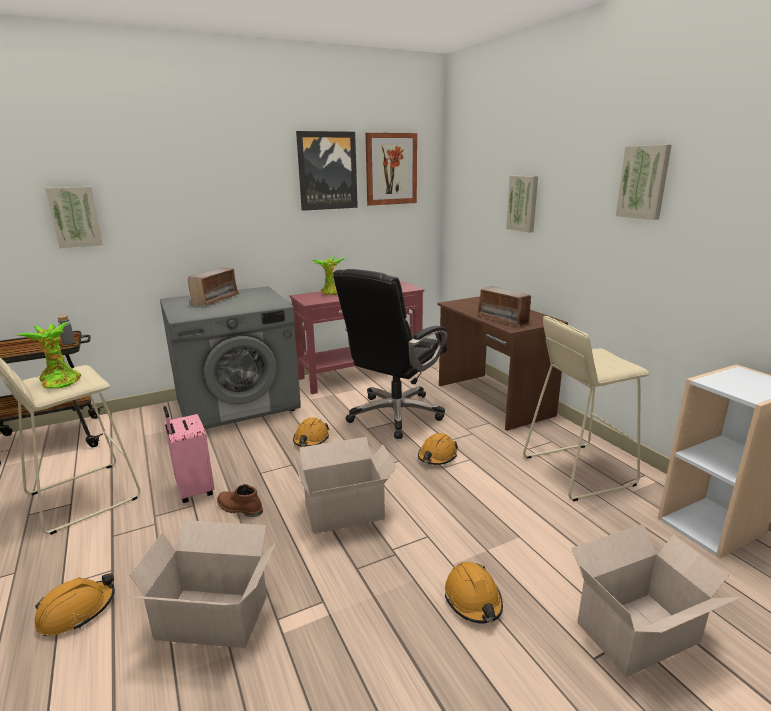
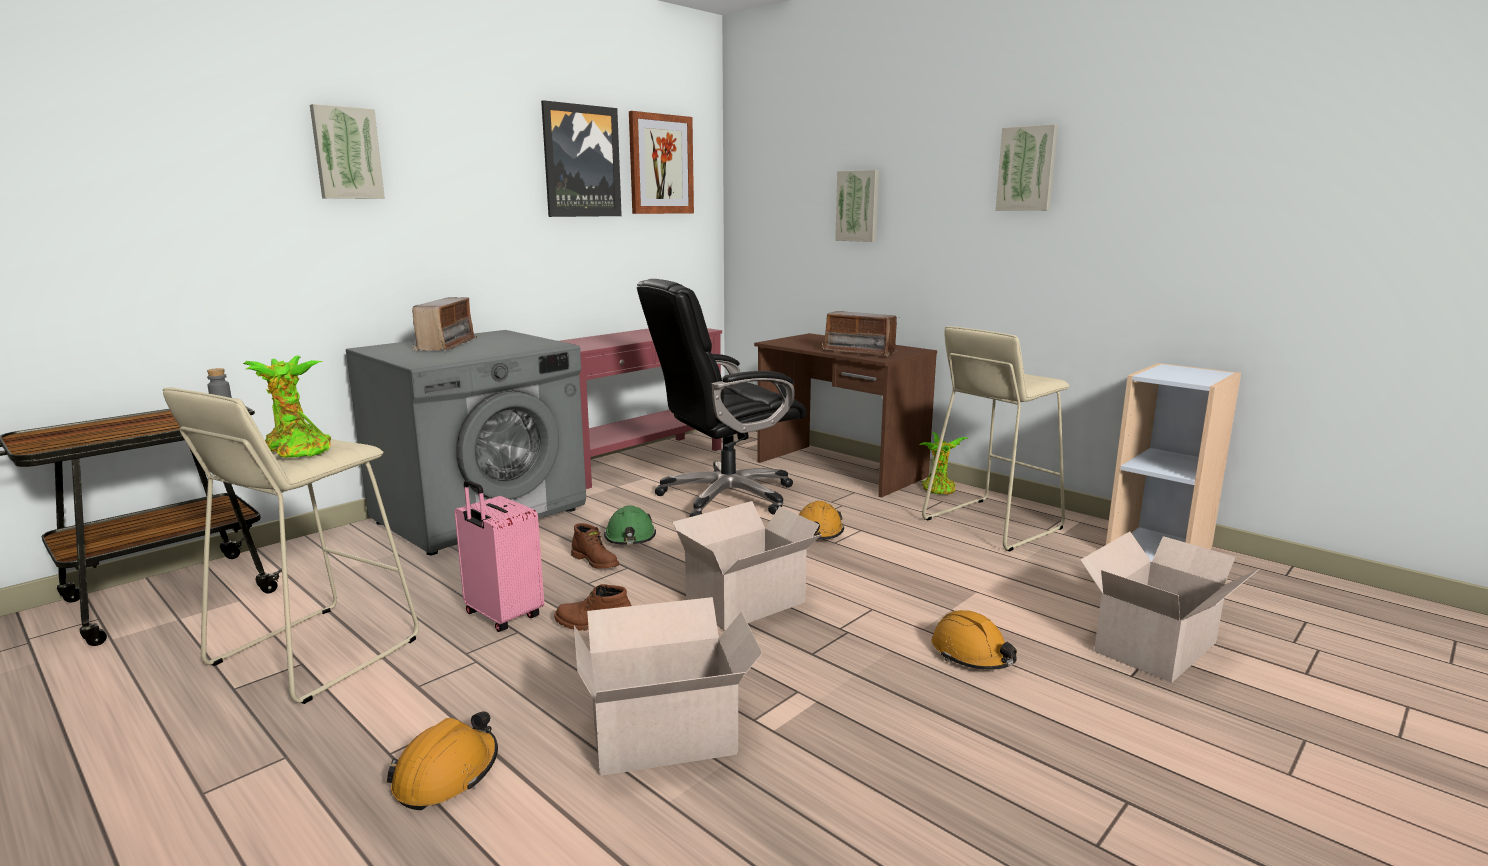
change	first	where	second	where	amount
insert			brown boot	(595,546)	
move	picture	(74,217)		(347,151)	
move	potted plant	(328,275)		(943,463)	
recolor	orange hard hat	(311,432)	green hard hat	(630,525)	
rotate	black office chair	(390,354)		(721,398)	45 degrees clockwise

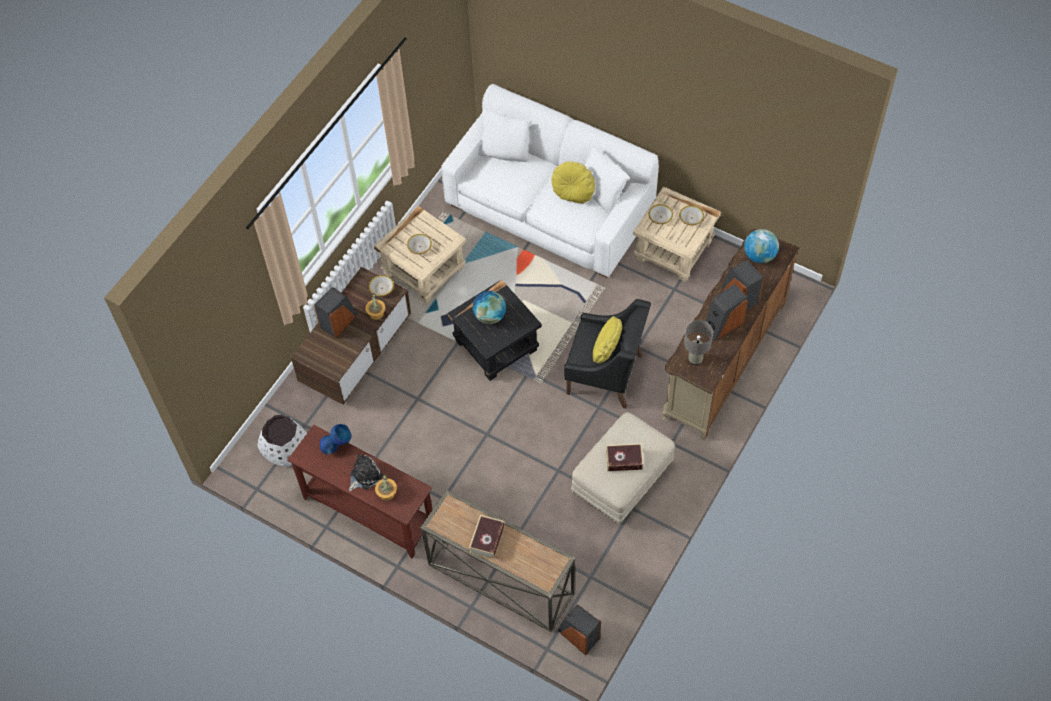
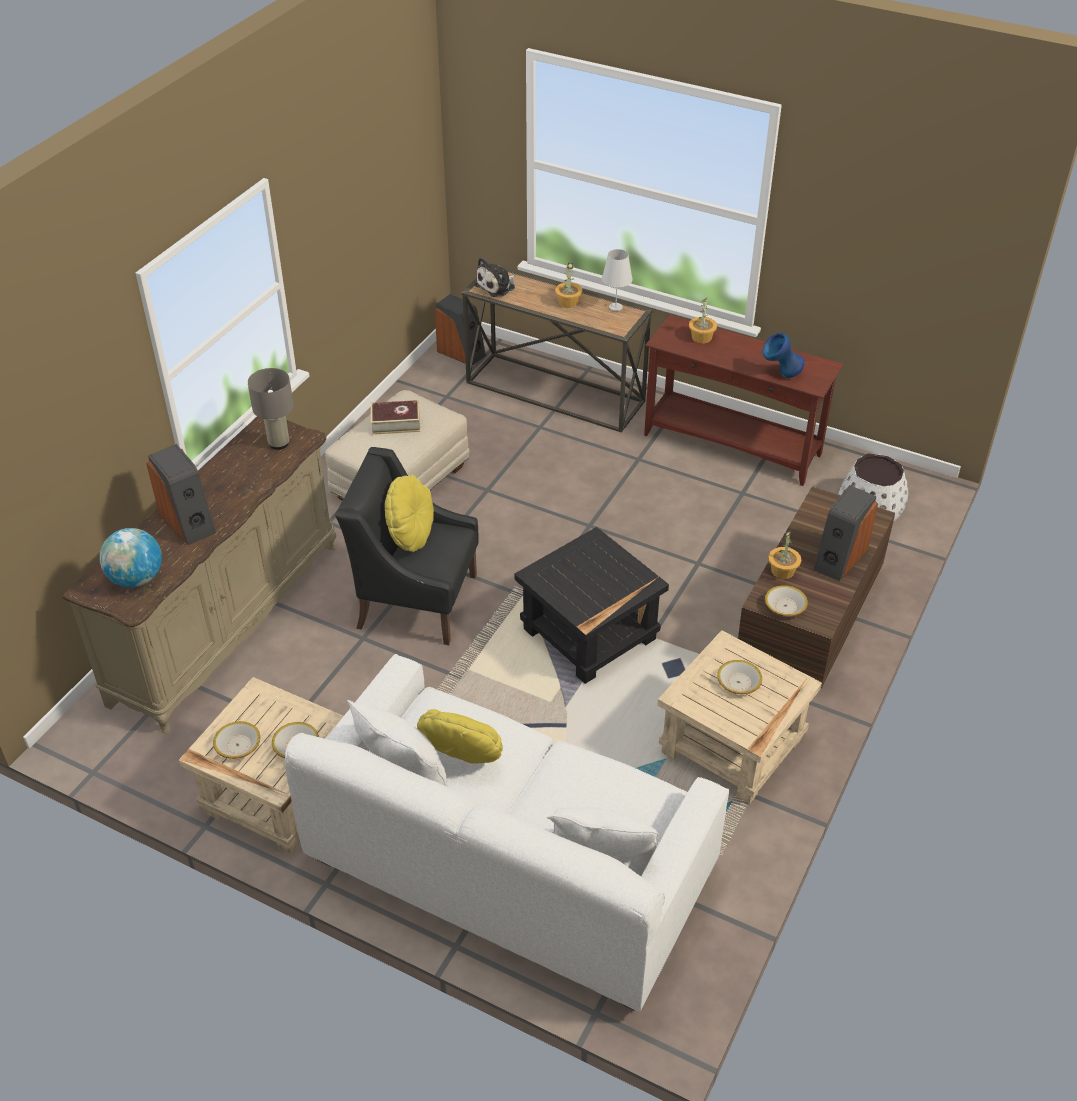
change	first	where	second	where	amount
delete	globe	(489,307)			
delete	speaker	(726,312)			
insert			white table lamp	(617,280)	
move	plush toy	(366,472)		(494,277)	
replace	book	(487,537)	potted plant	(568,285)	

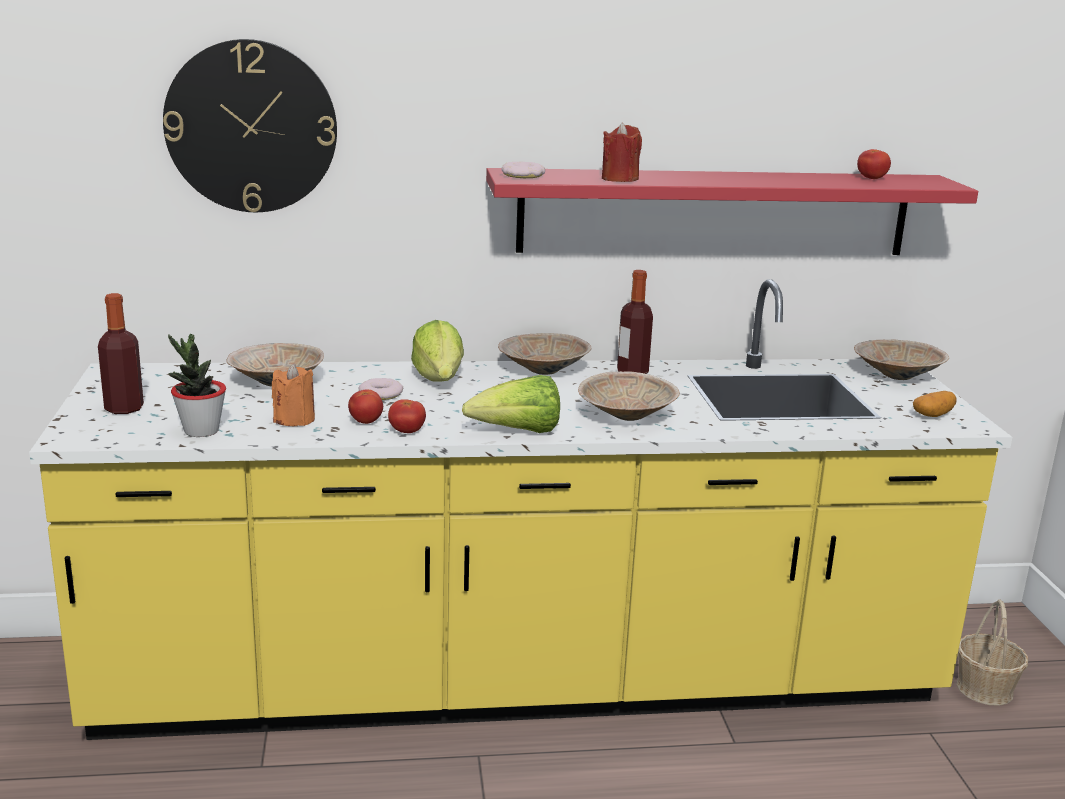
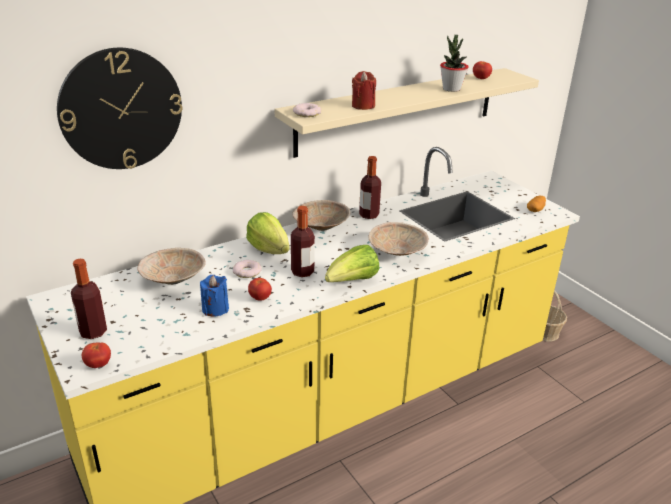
change	first	where	second	where	amount
delete	beige bowl	(901,360)			
insert			bottle	(303,241)	
move	potted plant	(197,385)		(454,63)	
move	tomato	(407,416)		(96,355)	
recolor	orange candle	(293,394)	blue candle	(214,295)	
recolor	red shelf	(732,211)	beige shelf	(407,113)	

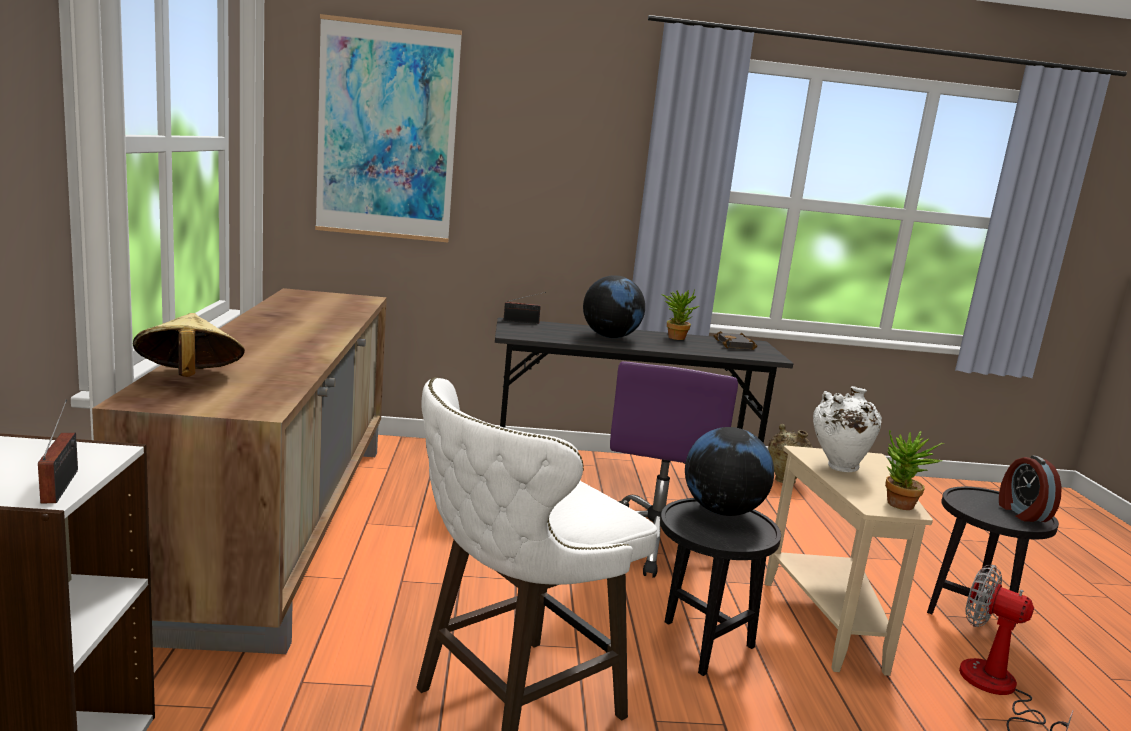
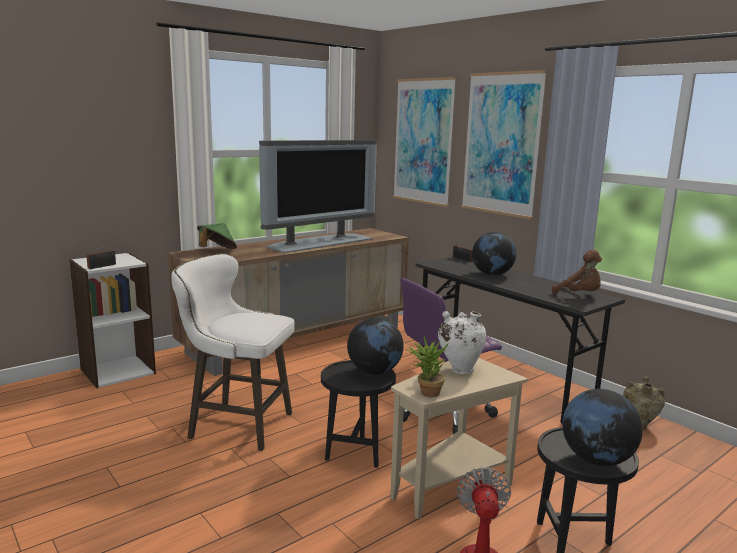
change	first	where	second	where	amount
delete	potted plant	(680,315)			
insert			television	(318,196)	
insert			picture	(504,145)	
replace	black book	(735,340)	brown plush toy	(577,272)	
replace	alarm clock	(1030,488)	globe	(602,427)	
recolor	beige hat	(189,345)	green hat	(217,236)	

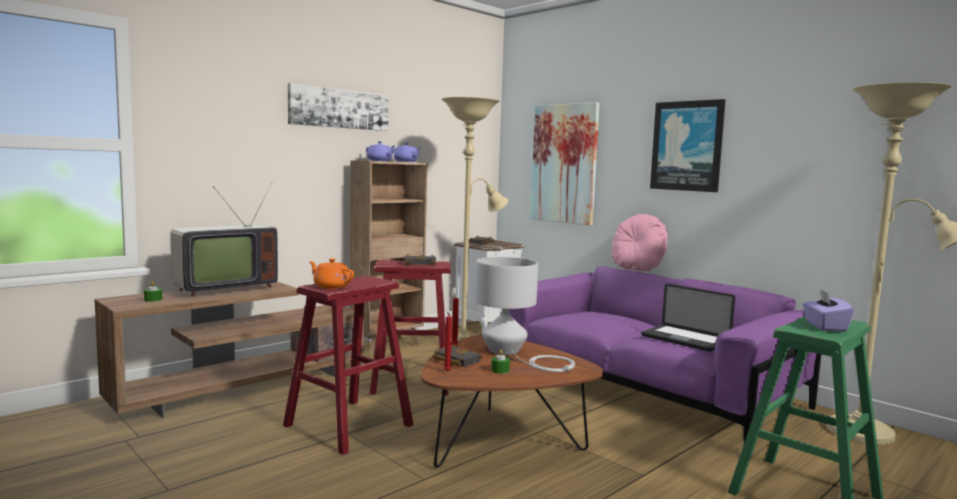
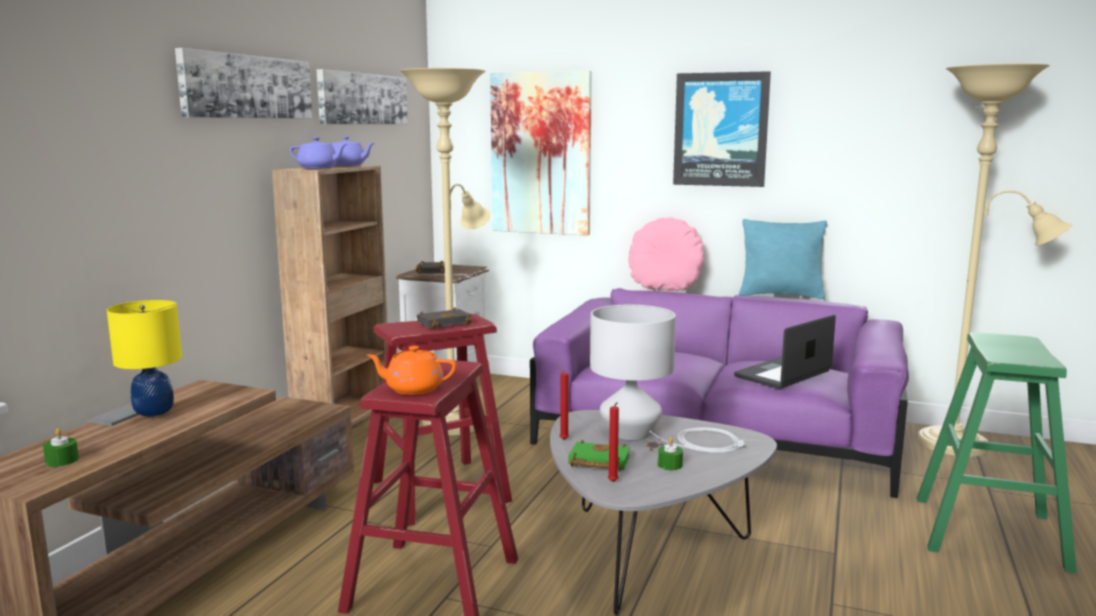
change	first	where	second	where	amount
delete	purple tissue box	(828,310)			
insert			picture	(362,96)	
insert			turquoise pillow	(783,259)	
replace	television	(224,239)	yellow table lamp	(144,358)	
recolor	brown coffee table	(512,401)	grey coffee table	(663,512)	
recolor	black book	(457,356)	green book	(599,455)	
rotate	laptop	(688,318)		(785,352)	120 degrees clockwise

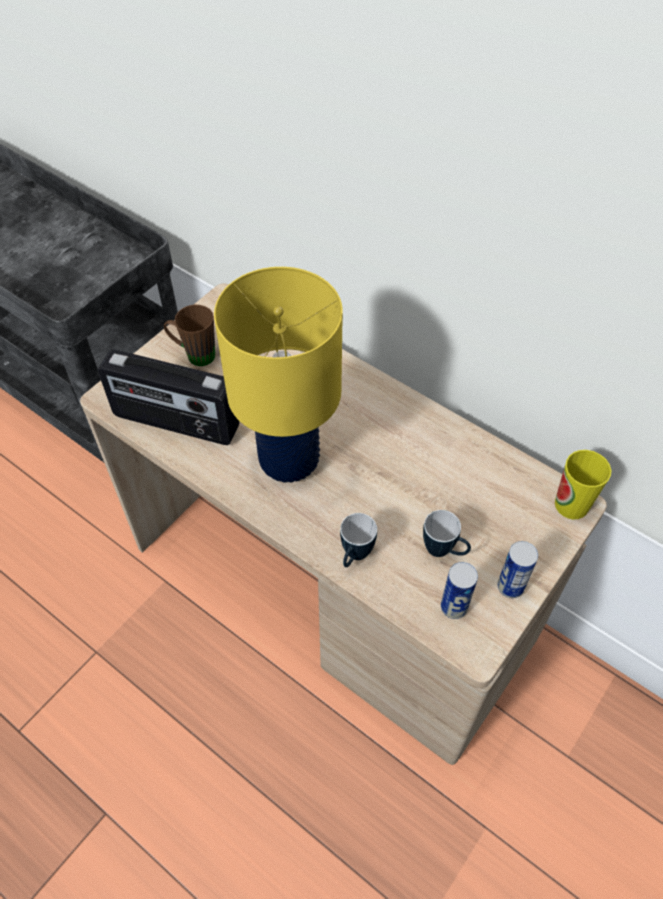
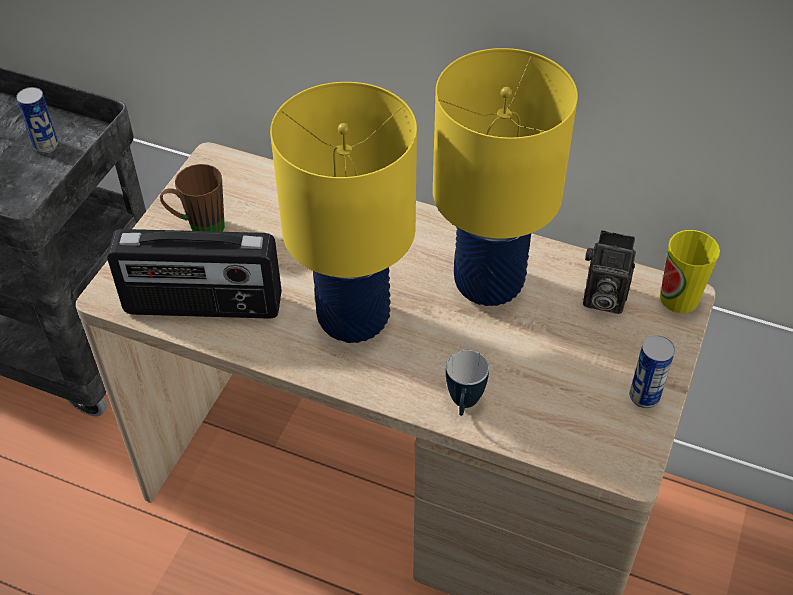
change	first	where	second	where	amount
delete	mug	(447,533)			
insert			yellow table lamp	(505,177)	
insert			photo camera	(609,272)	
move	can	(459,590)		(37,120)	

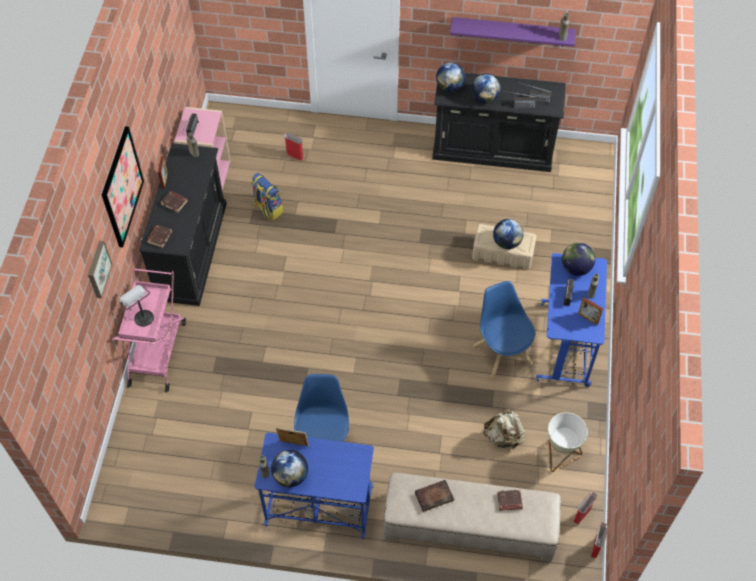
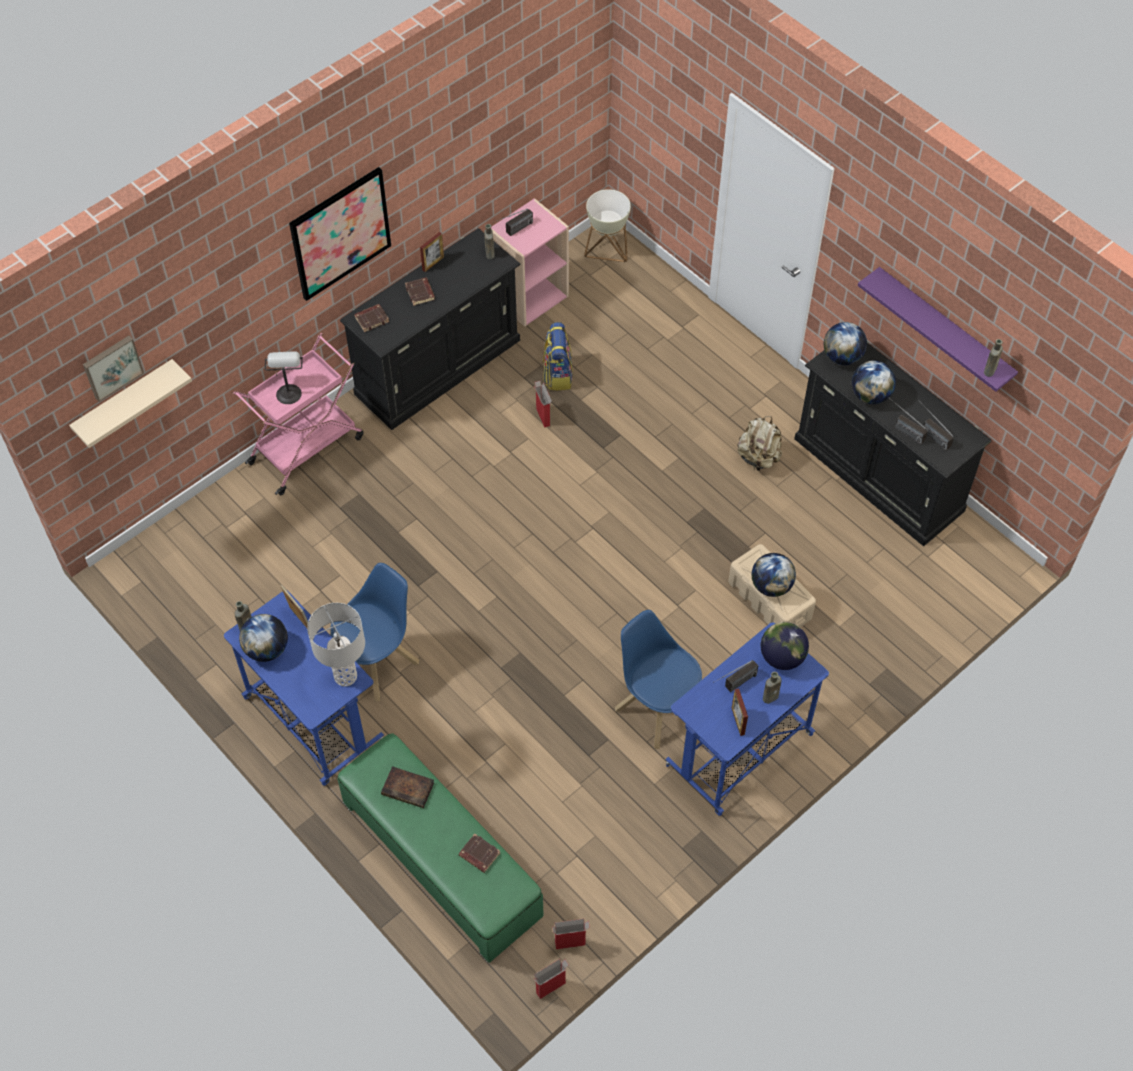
change	first	where	second	where	amount
insert			beige shelf	(130,403)	
insert			white table lamp	(336,644)	
move	picture	(100,269)		(113,369)	
move	cardboard box	(293,147)		(542,404)	
move	beige backpack	(504,429)		(759,443)	
move	planter	(568,442)		(607,225)	
recolor	beige bench	(472,517)	green bench	(440,848)	
rotate	blue chair	(503,331)		(658,679)	60 degrees counterclockwise

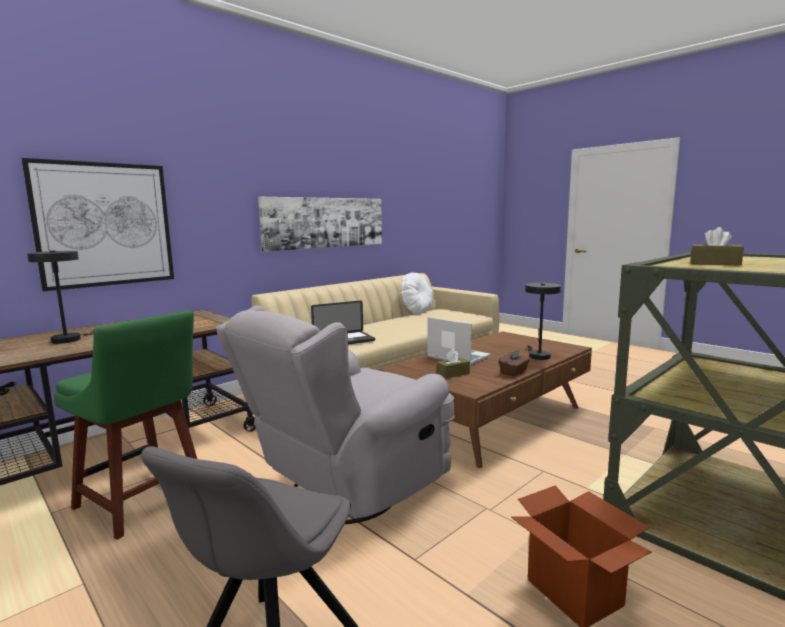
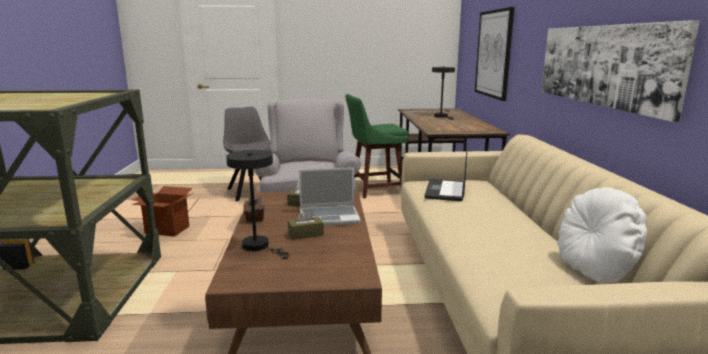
change	first	where	second	where	amount
move	brown tissue box	(717,246)		(306,224)	

